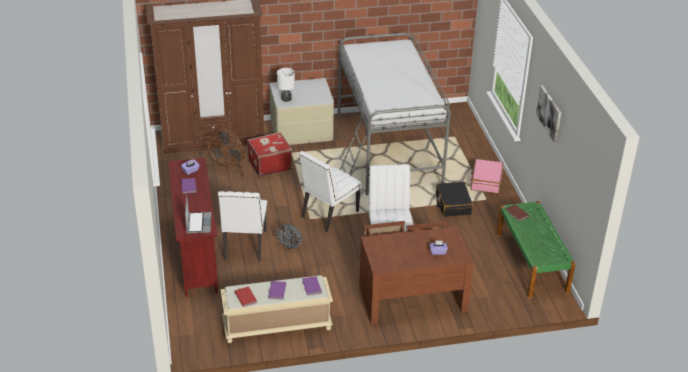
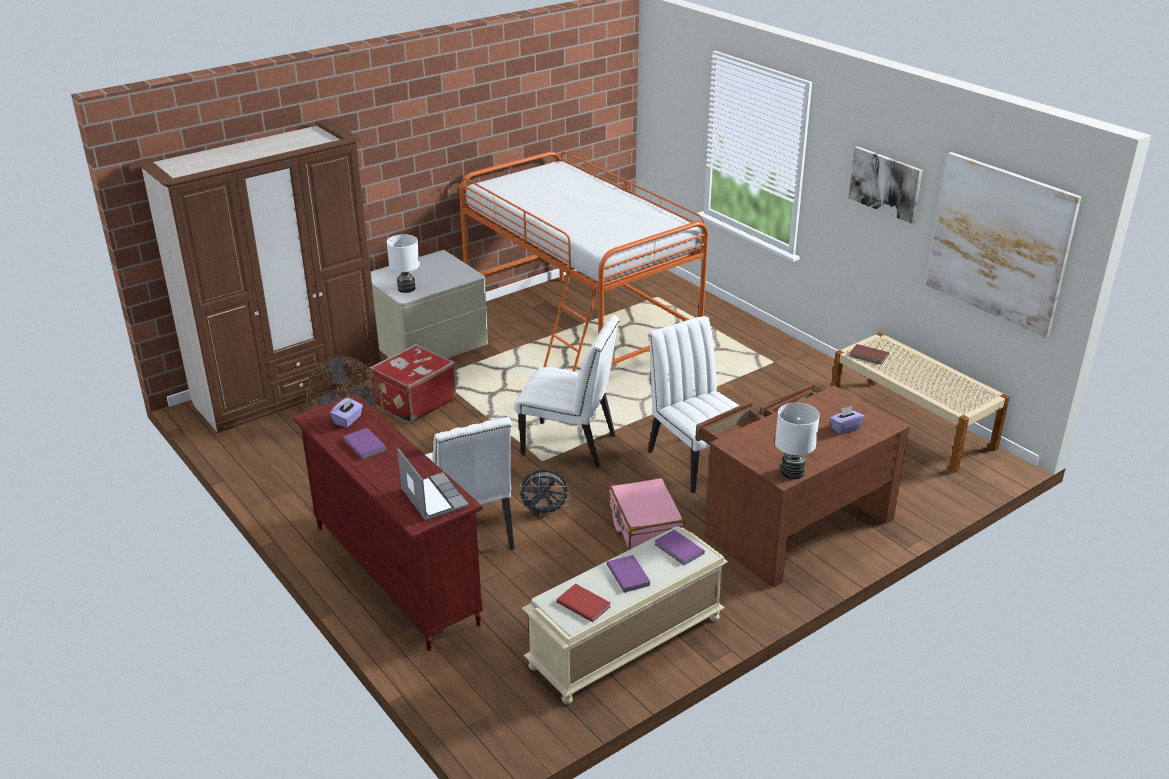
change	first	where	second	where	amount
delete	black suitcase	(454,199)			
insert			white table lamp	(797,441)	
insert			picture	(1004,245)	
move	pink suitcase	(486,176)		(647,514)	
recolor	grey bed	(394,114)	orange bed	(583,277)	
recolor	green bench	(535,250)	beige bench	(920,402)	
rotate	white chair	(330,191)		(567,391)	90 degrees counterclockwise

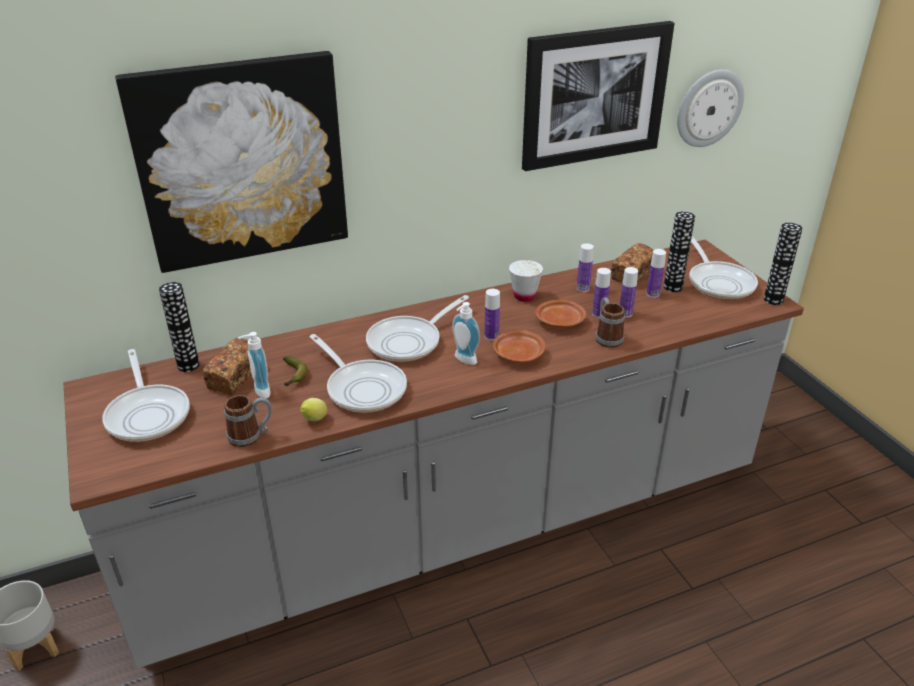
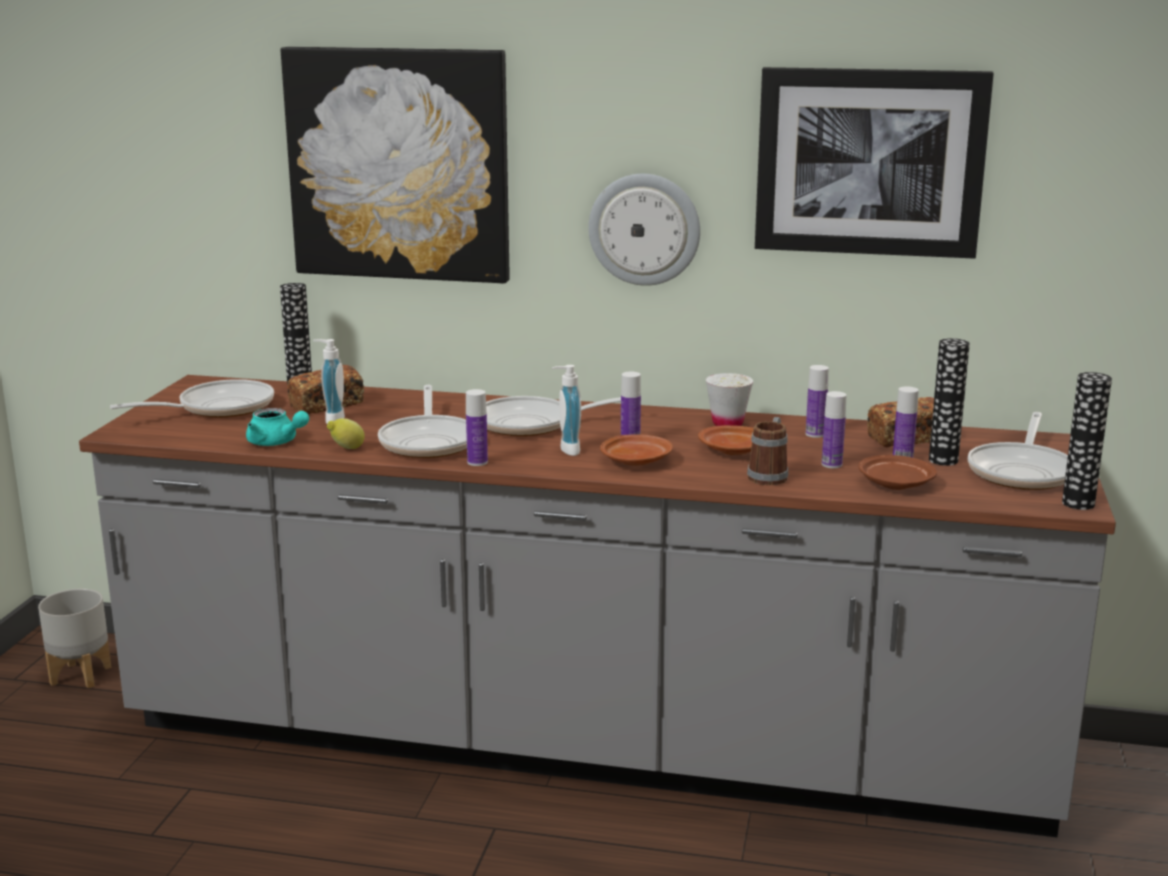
change	first	where	second	where	amount
delete	banana	(295,371)			
insert			brown plate	(897,472)	
move	bottle	(601,293)		(477,427)	
move	wall clock	(710,108)		(644,230)	
replace	mug	(248,421)	turquoise teapot	(277,427)	
rotate	frying pan	(146,395)		(192,398)	135 degrees counterclockwise

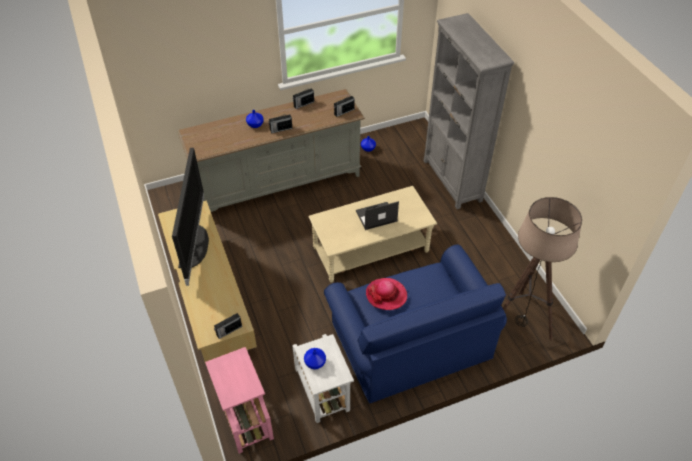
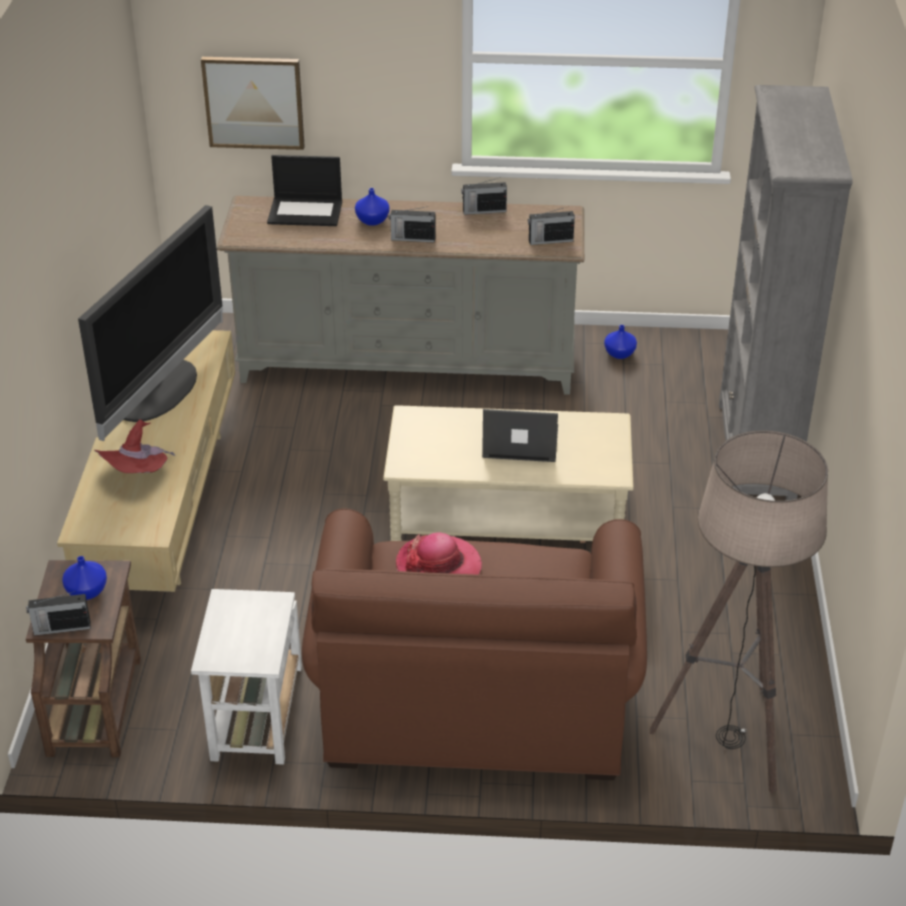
change	first	where	second	where	amount
insert			red hat	(134,446)	
insert			picture	(253,103)	
insert			laptop	(304,190)	
move	radio	(228,326)		(58,613)	
move	blue vase	(315,358)		(84,578)	
recolor	pink side table	(239,400)	brown side table	(83,658)	
recolor	blue sofa	(415,324)	brown sofa	(474,644)	

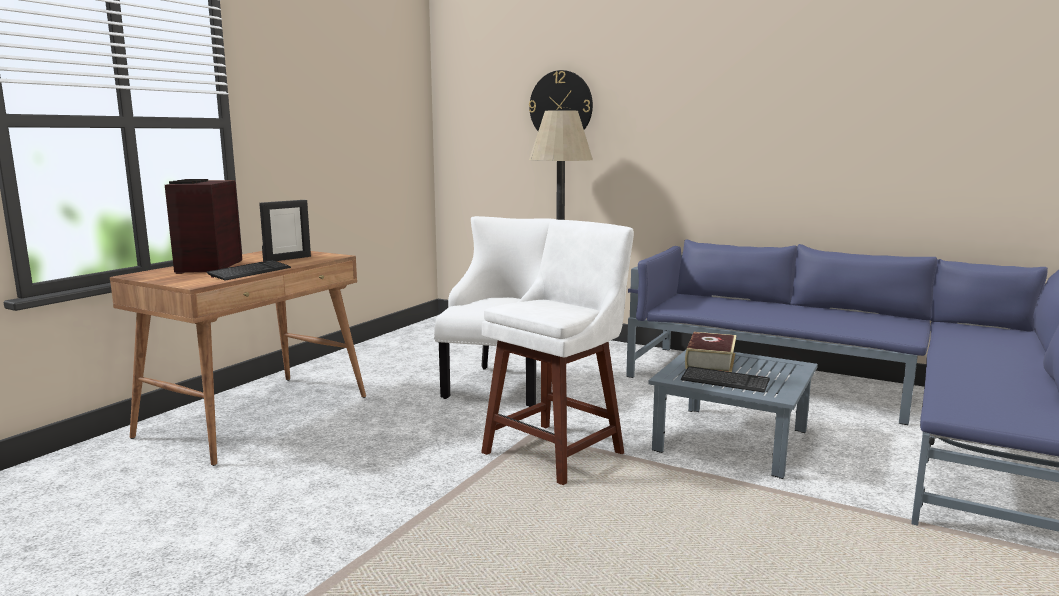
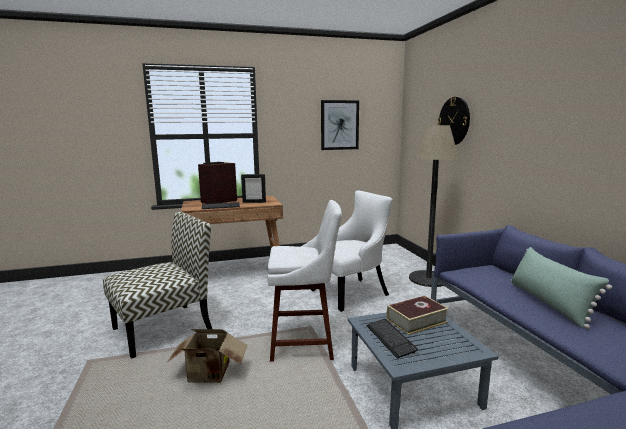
change	first	where	second	where	amount
insert			chair	(157,285)	
insert			cardboard box	(206,356)	
insert			picture	(340,125)	
insert			green pillow	(561,288)	

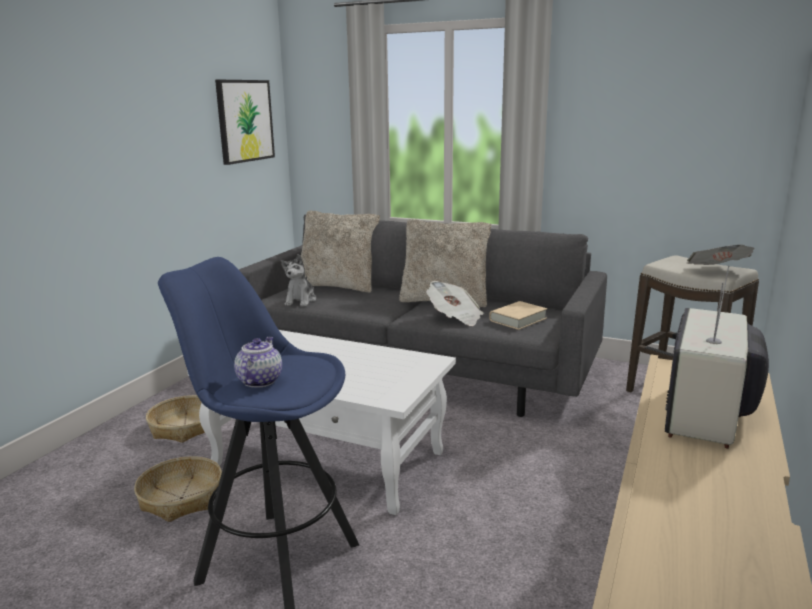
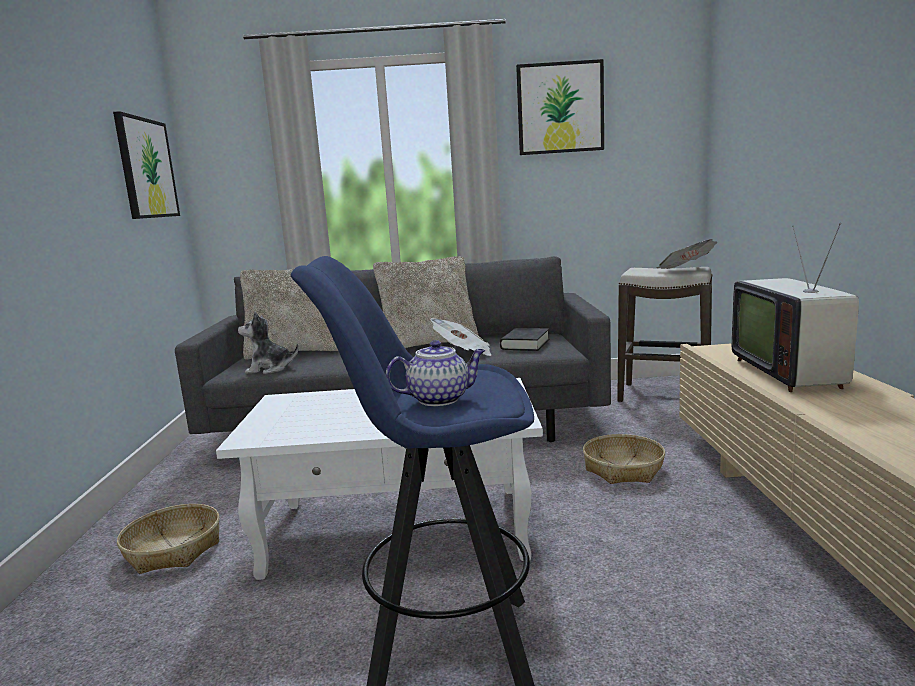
change	first	where	second	where	amount
insert			picture	(560,107)	
move	basket	(178,489)		(624,459)	
recolor	beige book	(518,315)	black book	(524,339)	
rotate	teapot	(258,362)		(435,373)	90 degrees clockwise
rotate	plush toy	(298,280)		(268,343)	105 degrees clockwise

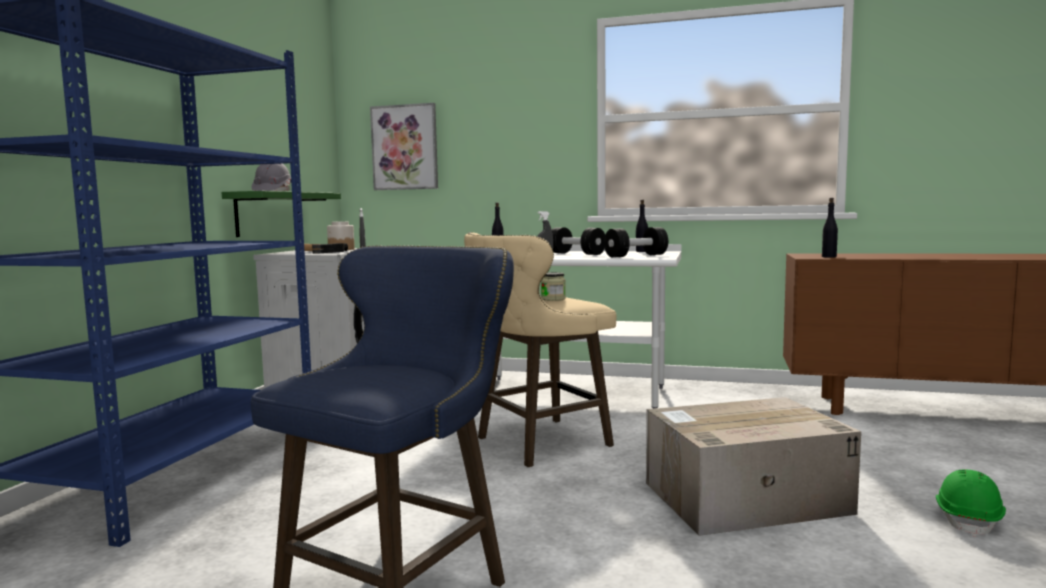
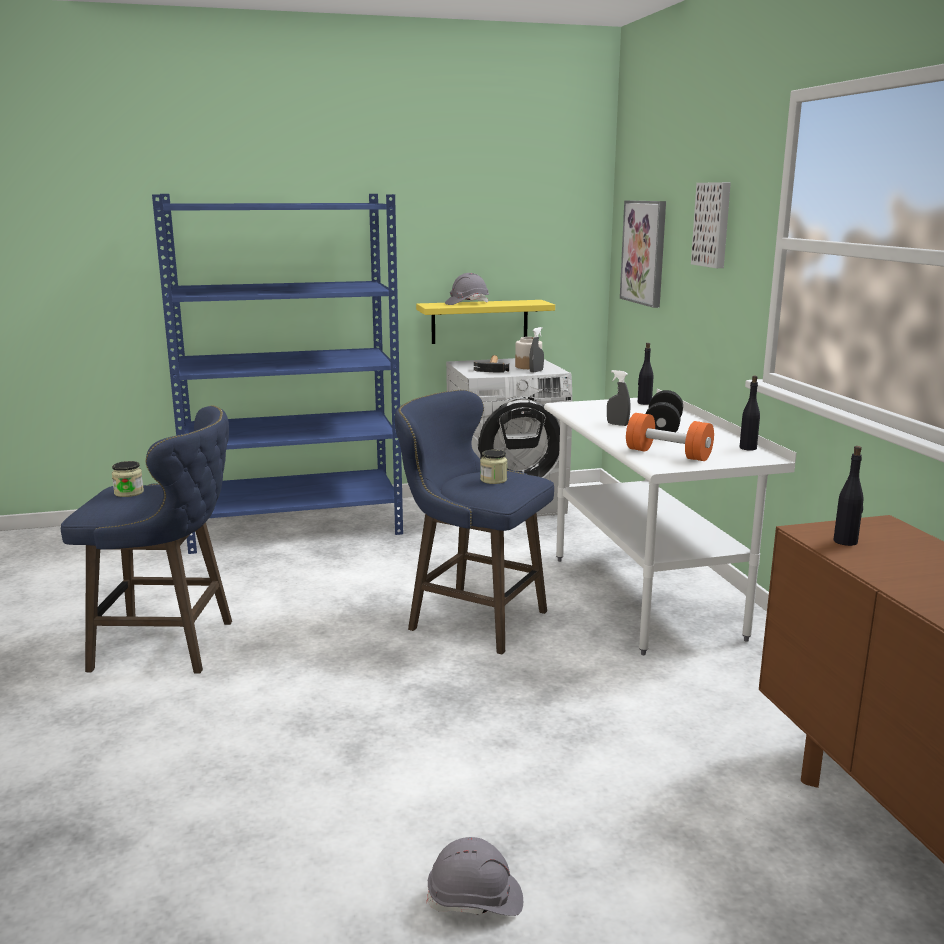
change	first	where	second	where	amount
delete	cardboard box	(753,466)			
insert			jar	(128,479)	
insert			picture	(711,225)	
recolor	green shelf	(281,214)	yellow shelf	(485,322)	
recolor	beige stool	(540,349)	blue stool	(474,522)	
recolor	black dumbbell	(636,242)	orange dumbbell	(670,437)	
recolor	green hard hat	(971,503)	grey hard hat	(474,876)	

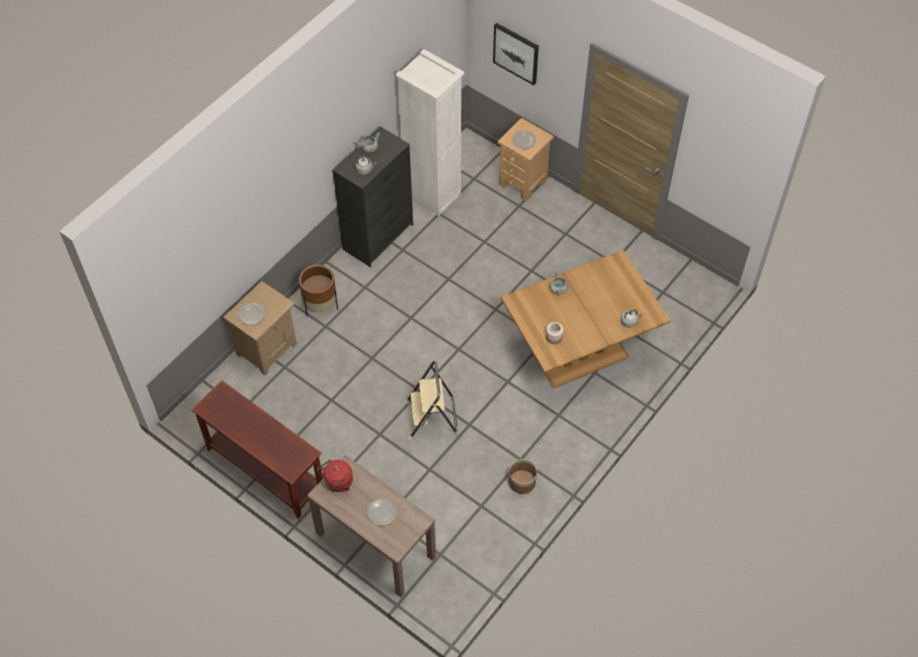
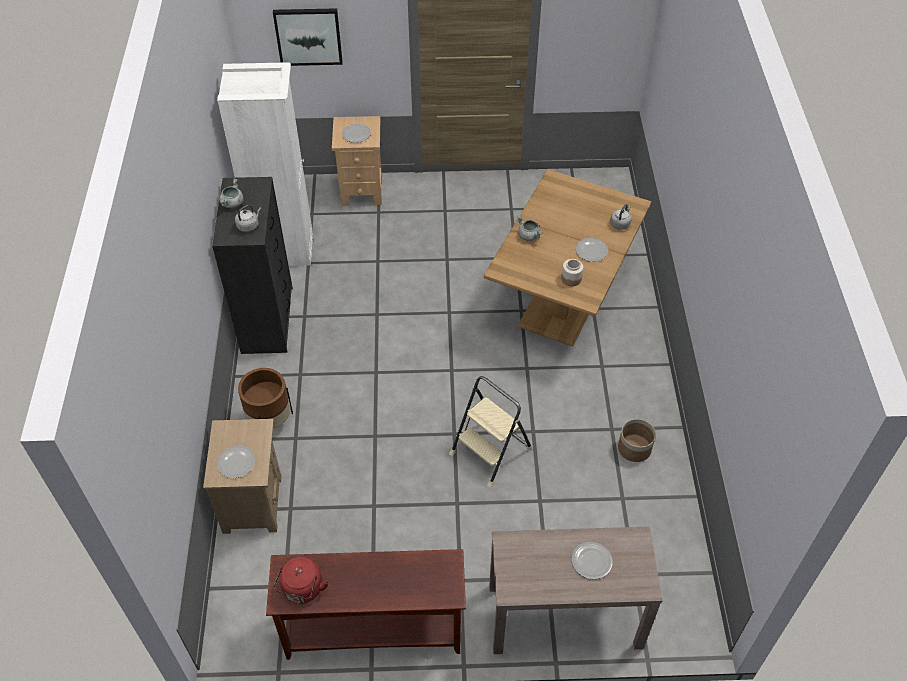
change	first	where	second	where	amount
insert			plate	(592,250)	
move	red kettle	(335,475)		(301,580)	

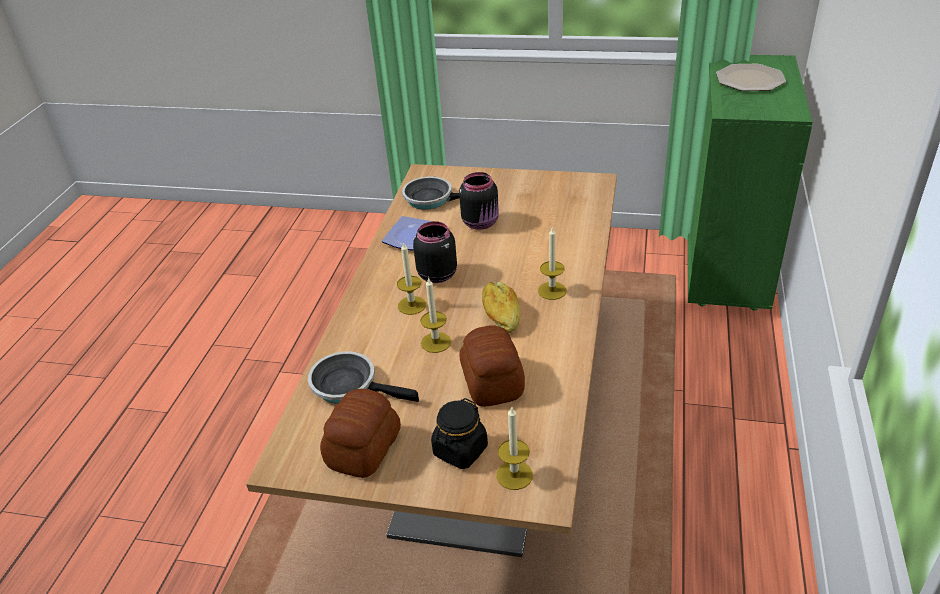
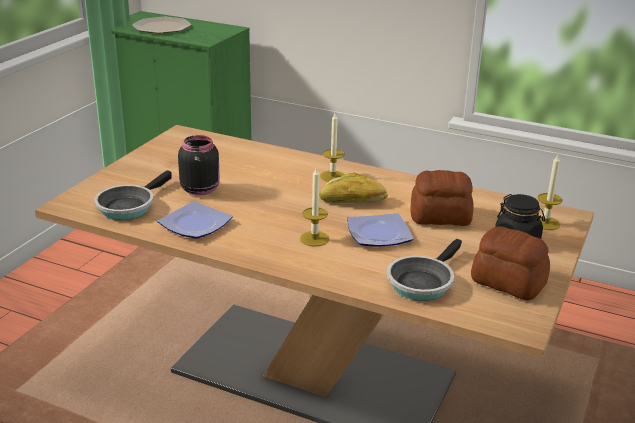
change	first	where	second	where	amount
delete	black jar	(435,252)			
replace	candle	(435,315)	plate	(380,230)	

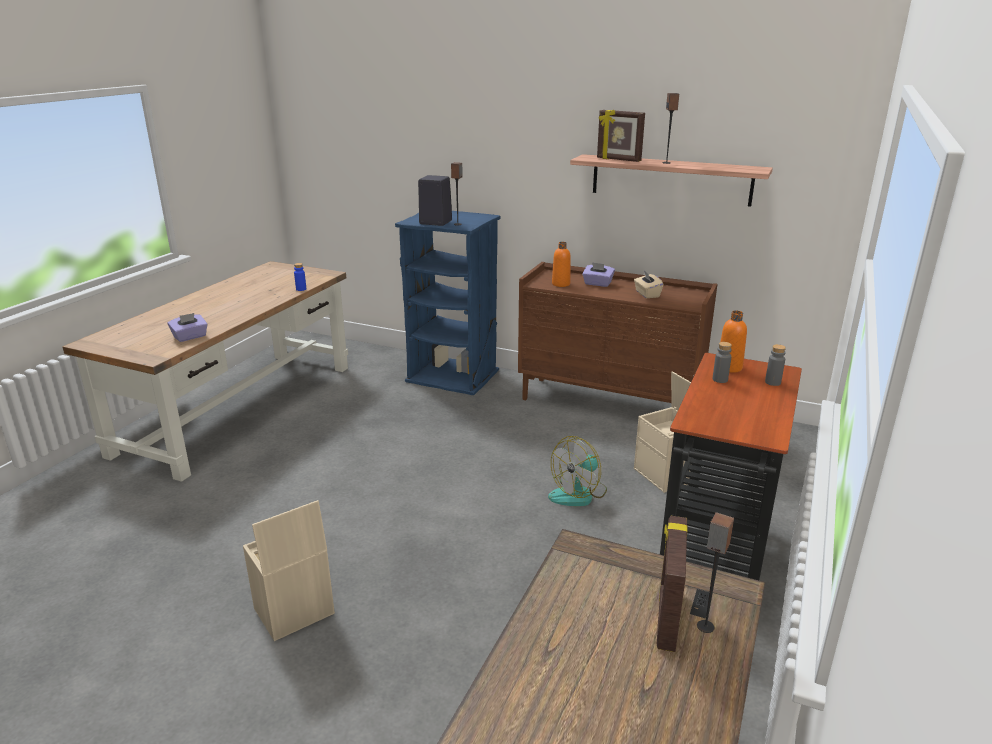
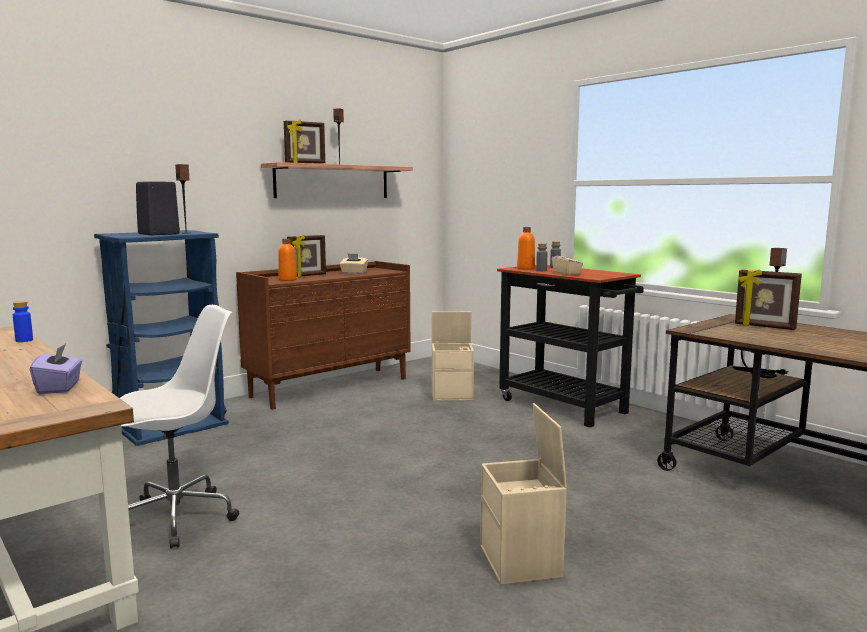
change	first	where	second	where	amount
delete	fan	(577,471)			
insert			white office chair	(180,427)	
insert			beige tissue box	(567,262)	
replace	purple tissue box	(598,274)	picture frame	(306,256)	

